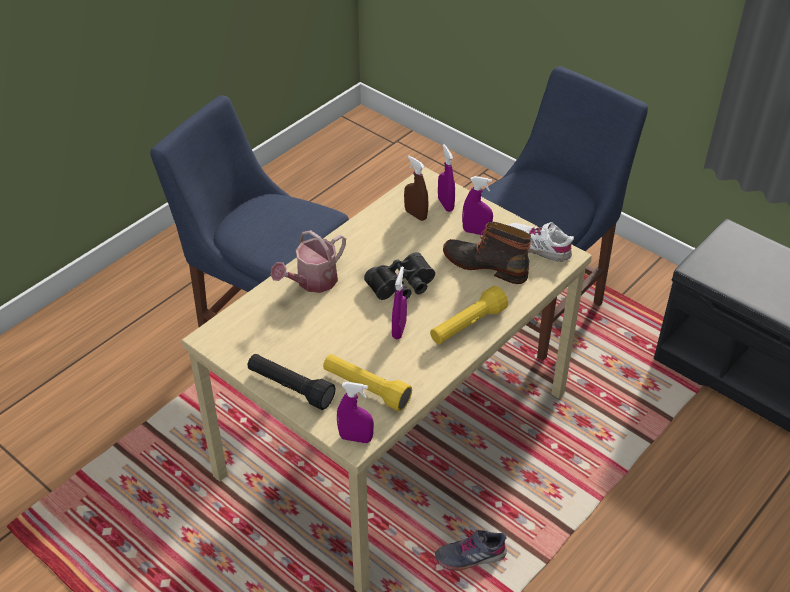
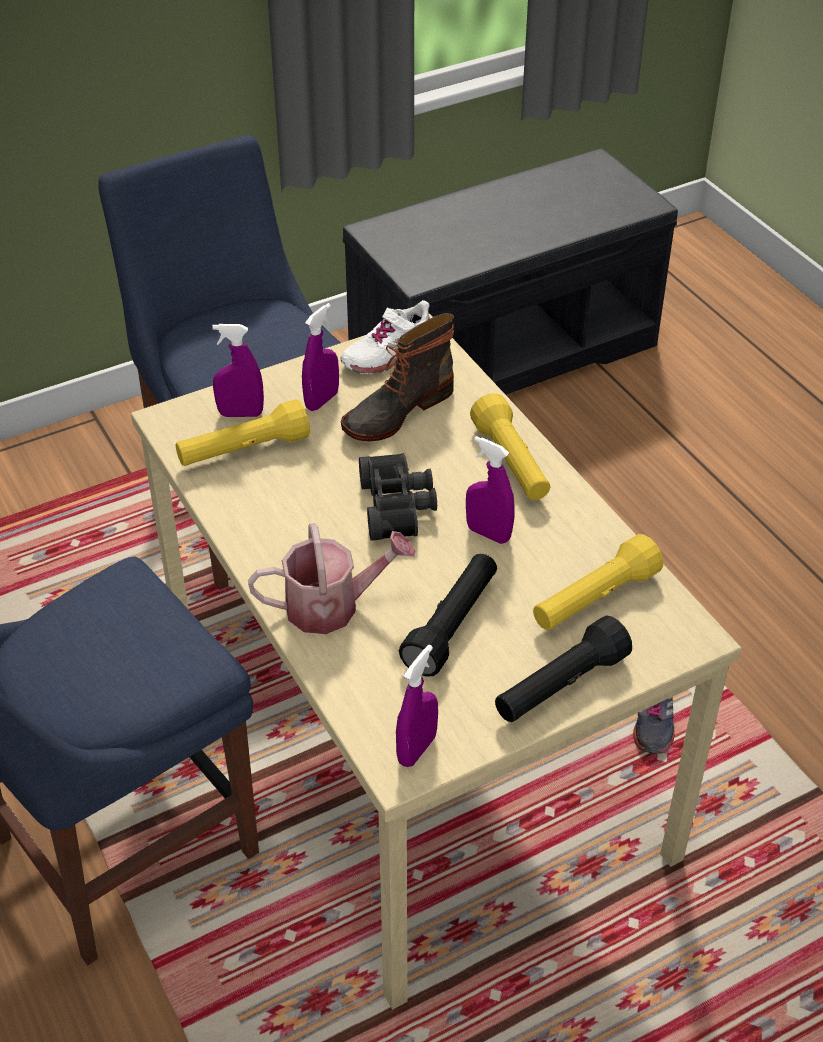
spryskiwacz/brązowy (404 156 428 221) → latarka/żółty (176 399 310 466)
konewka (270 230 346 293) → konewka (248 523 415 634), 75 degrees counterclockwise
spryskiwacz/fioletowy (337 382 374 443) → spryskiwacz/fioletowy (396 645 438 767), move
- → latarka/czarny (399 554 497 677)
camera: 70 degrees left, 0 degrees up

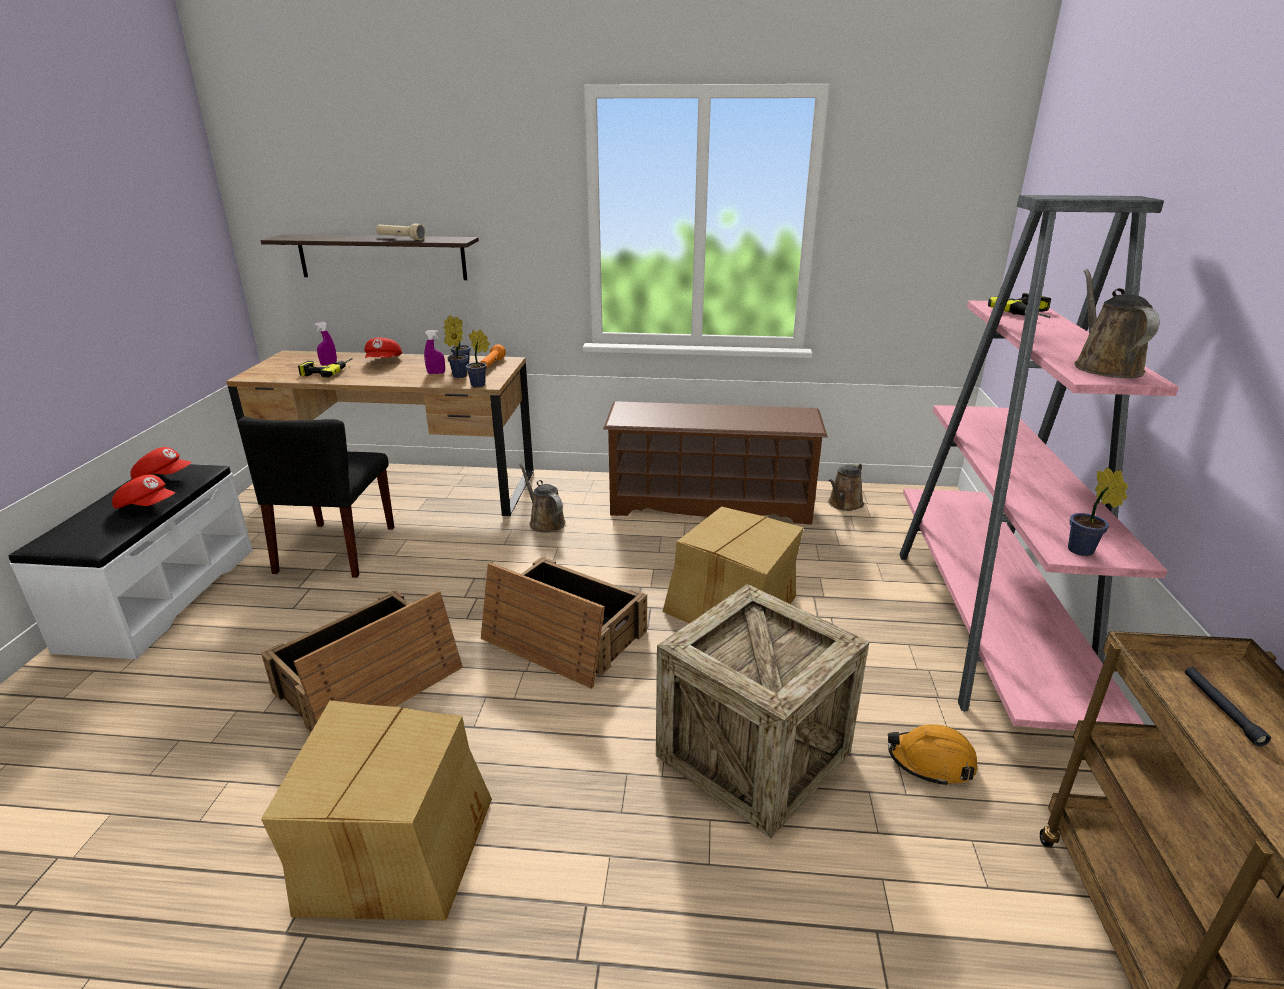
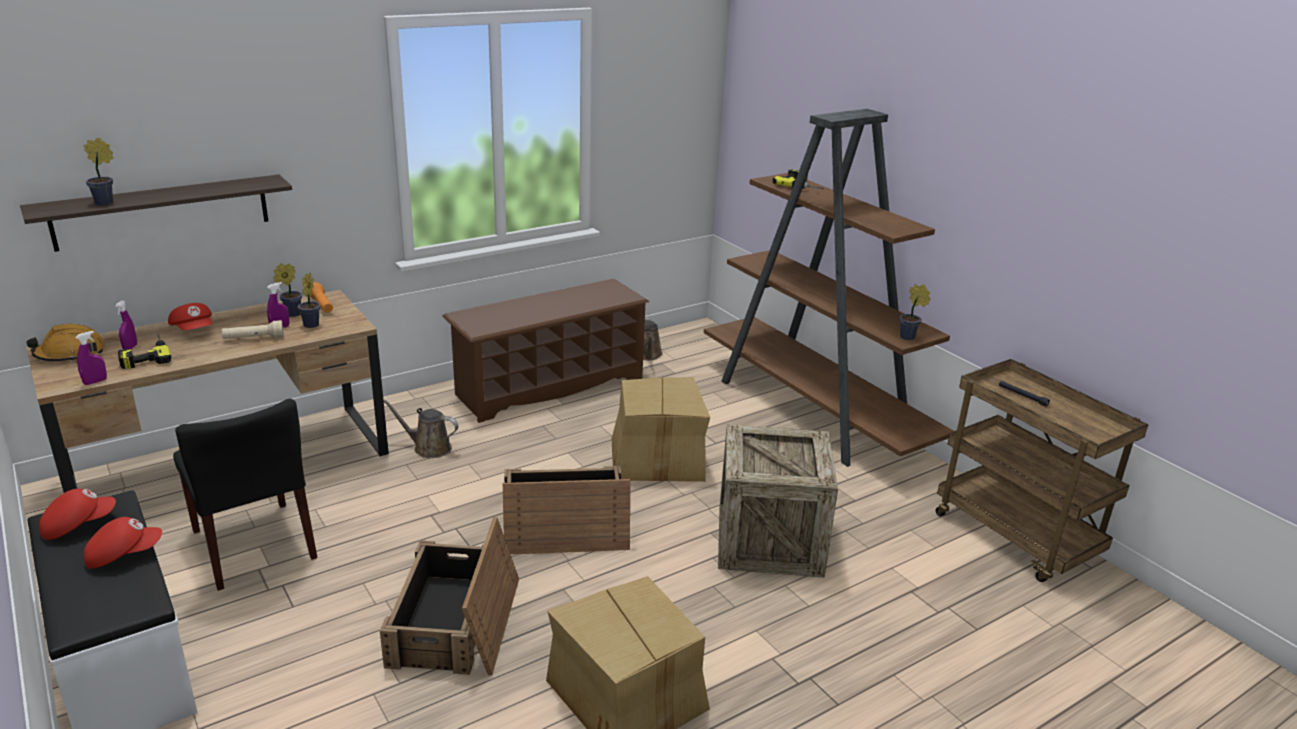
kask/pomarańczowy (888 724 977 786) → kask/pomarańczowy (26 324 105 362), move
- → spryskiwacz/fioletowy (75 331 107 385)
roślina doniczkowa (466 329 489 387) → roślina doniczkowa (83 137 114 205), move
latarka/beżowy (376 224 425 240) → latarka/beżowy (222 320 284 339), move
regał/różowy (899 195 1179 731) → regał/brązowy (704 109 954 467)
konewka/brązowy (1074 269 1160 378) → -
camera: 40 degrees left, 0 degrees up

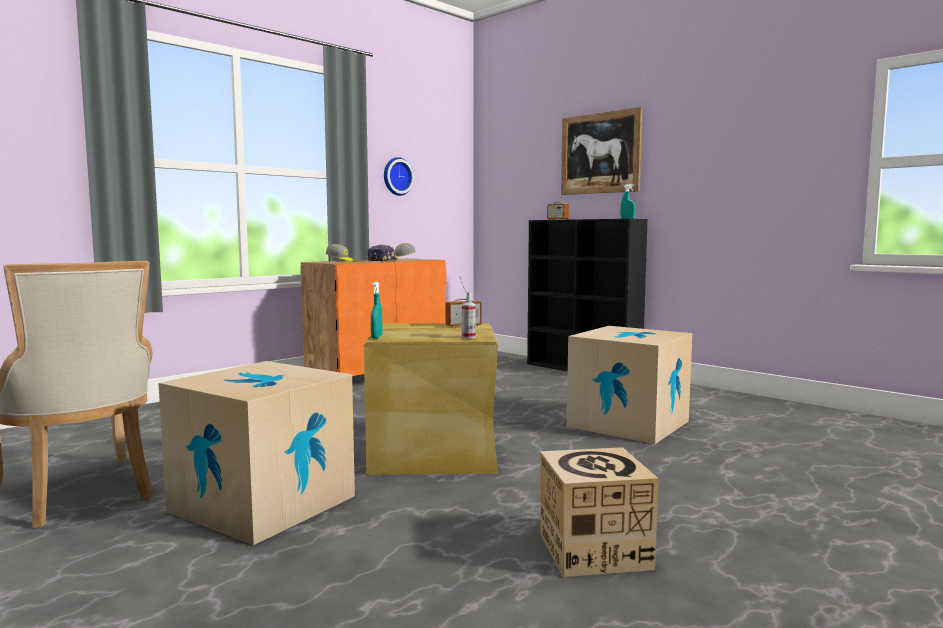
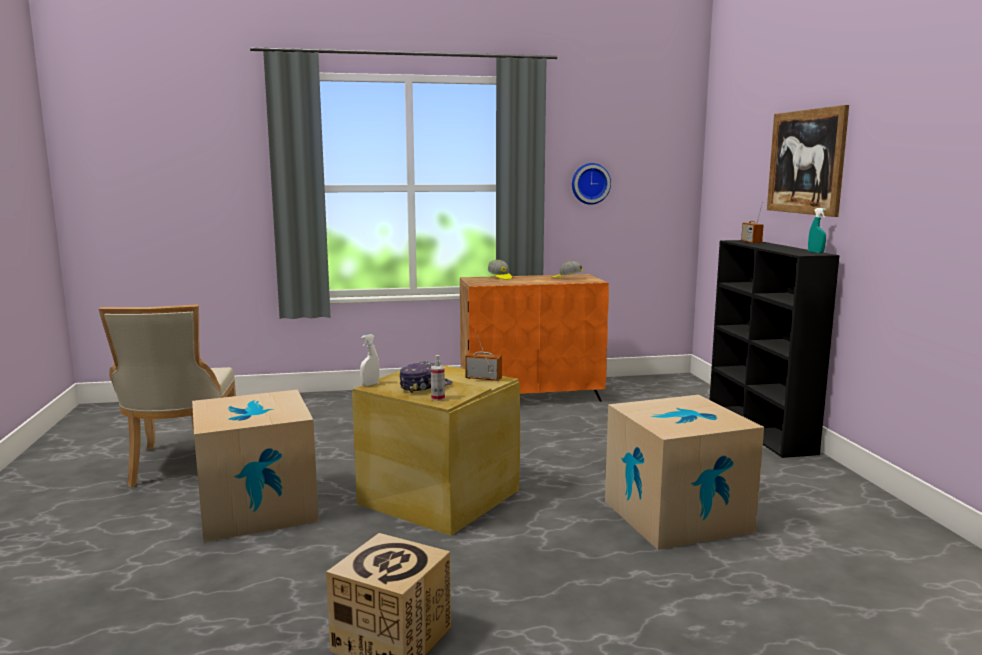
spryskiwacz/turkusowy (371 282 382 339) → spryskiwacz/biały (360 334 380 386)
czapka z daszkiem (367 244 397 262) → czapka z daszkiem (400 362 453 393), move
camera: 35 degrees right, 5 degrees up

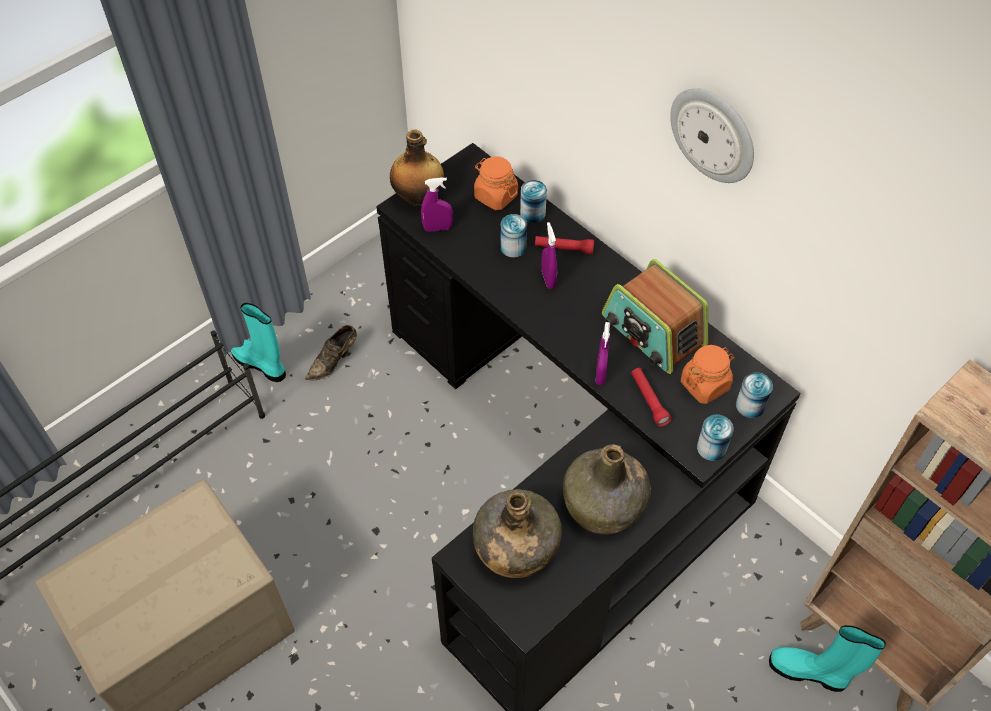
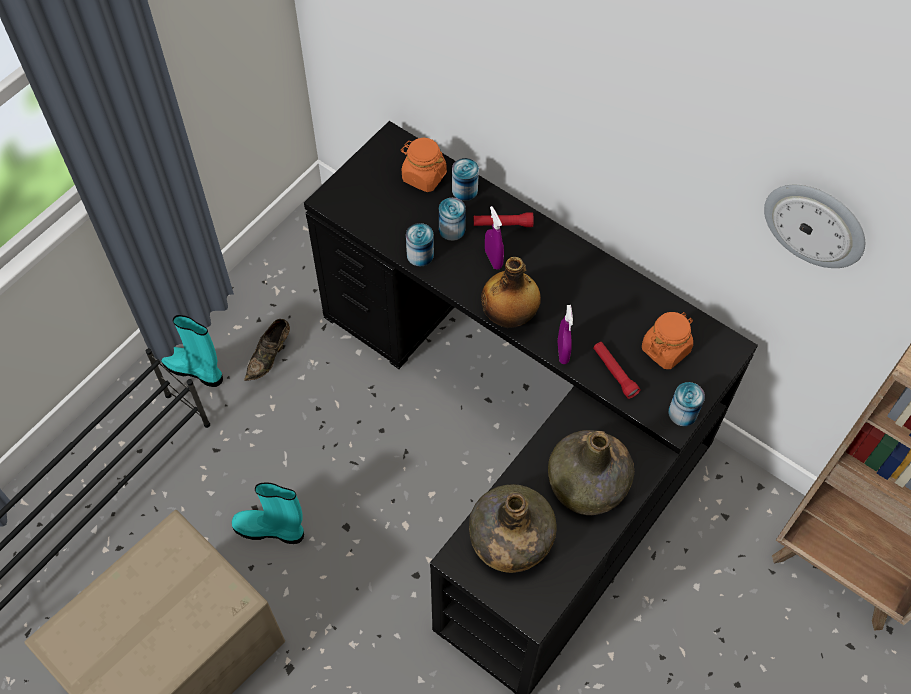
but z cholewką/turkusowy (769 625 886 692) → but z cholewką/turkusowy (232 482 304 544), move
puszka (736 372 773 418) → puszka (406 223 434 266), move
butelka (390 130 444 206) → butelka (481 257 541 328), move
zegar ścienny (670 88 754 183) → zegar ścienny (764 185 865 268), move
spryskiwacz/fioletowy (421 177 453 232) → -
radio (602 259 708 374) → -
camera: 10 degrees left, 5 degrees up

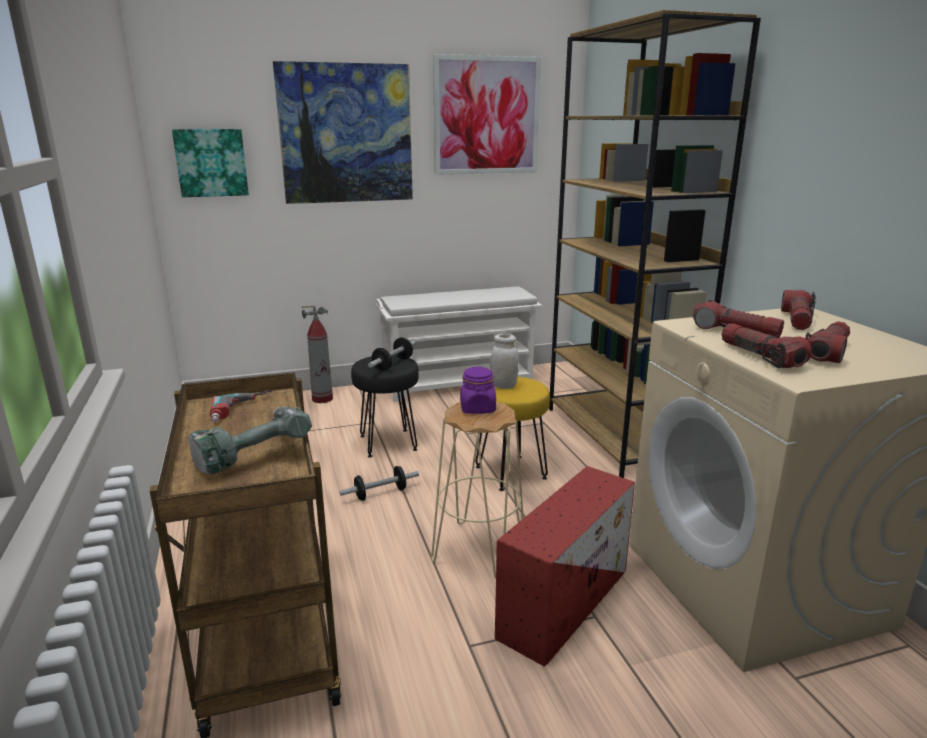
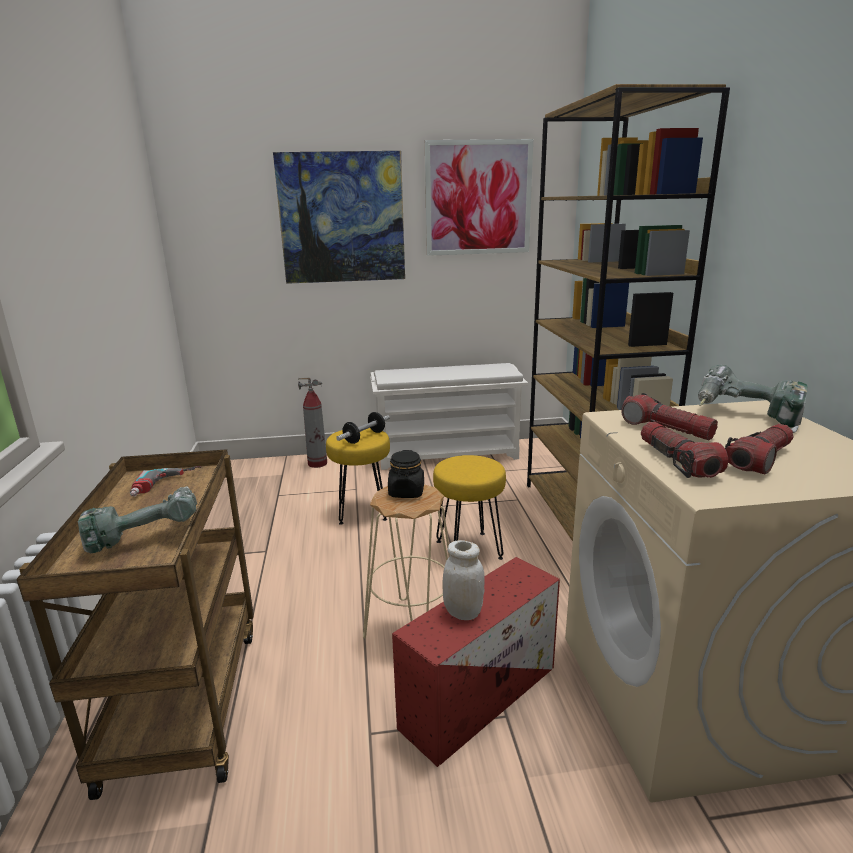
stołek/czarny (351 355 419 458) → stołek/żółty (326 428 390 525)
słoik/fioletowy (460 367 496 414) → słoik/czarny (388 450 424 498)
słoik/biały (490 334 519 389) → słoik/biały (442 540 485 620), move
latarka (781 290 816 330) → wiertarka (698 364 808 433)
obraz (172 129 249 197) → -
hantel (339 466 419 501) → -
camera: 10 degrees right, 0 degrees up

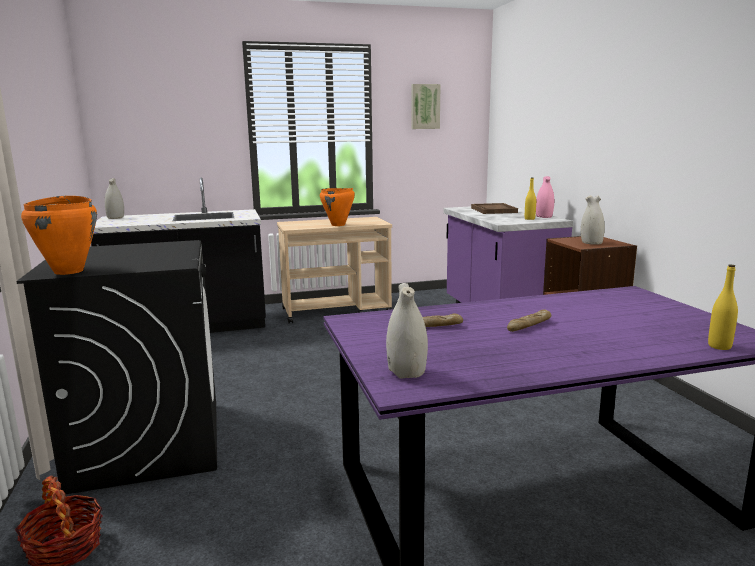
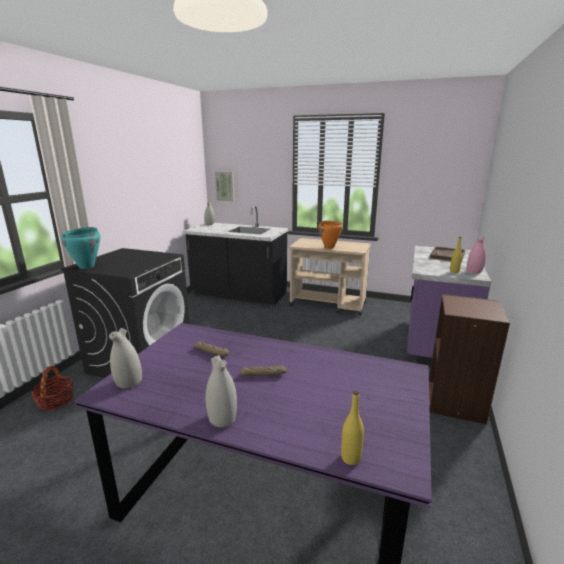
garnek/pomarańczowy (21 195 97 275) → garnek/turkusowy (61 227 101 269)
wazon/biały (581 195 605 245) → wazon/biały (205 355 237 428), move
obraz (411 84 440 129) → obraz (215 172 235 201), move
camera: 35 degrees right, 5 degrees up

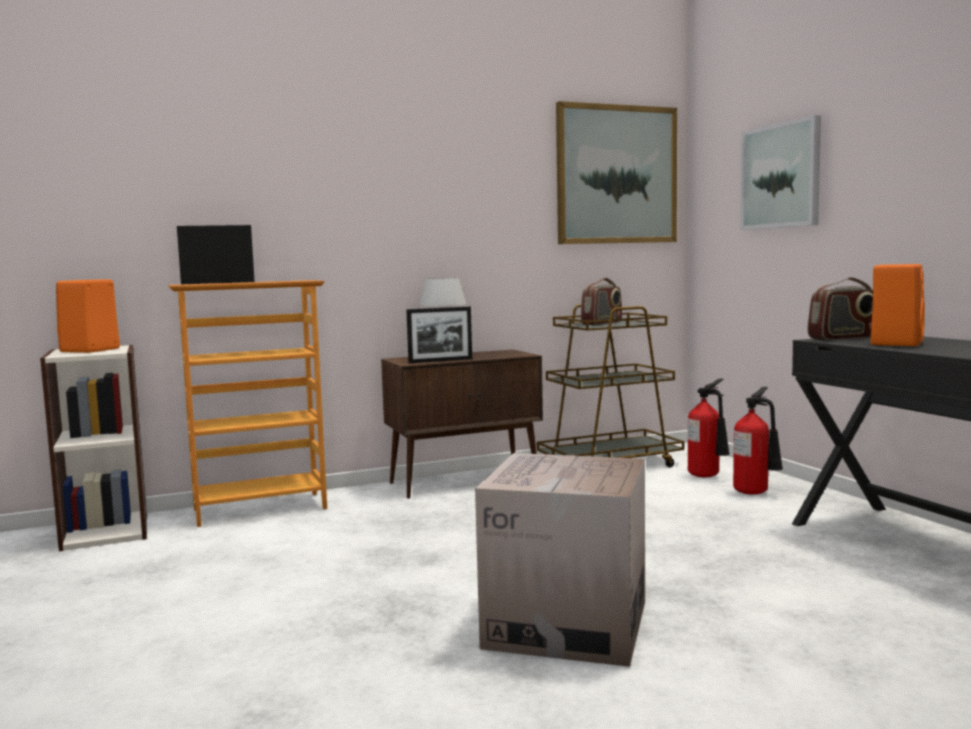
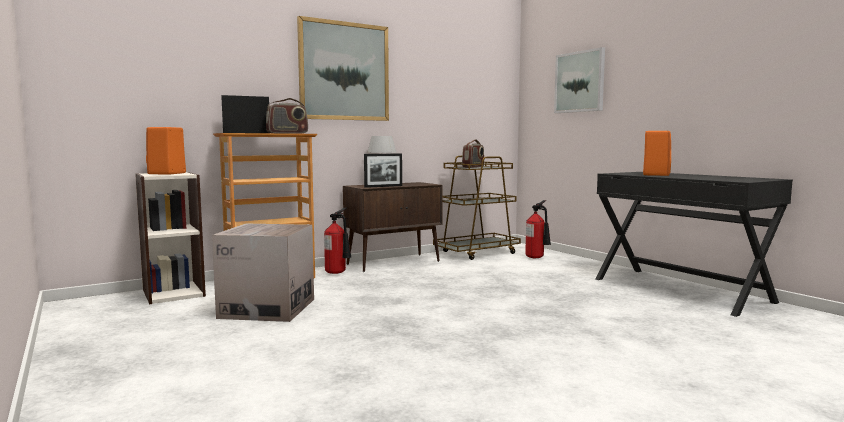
karton (475 453 645 667) → karton (212 224 314 322), move
radio (808 277 873 341) → radio (266 98 308 134), move
obraz (556 101 677 244) → obraz (297 16 389 121), move
gaśnica (733 387 783 495) → gaśnica (324 207 351 274), move
camera: 10 degrees left, 0 degrees up

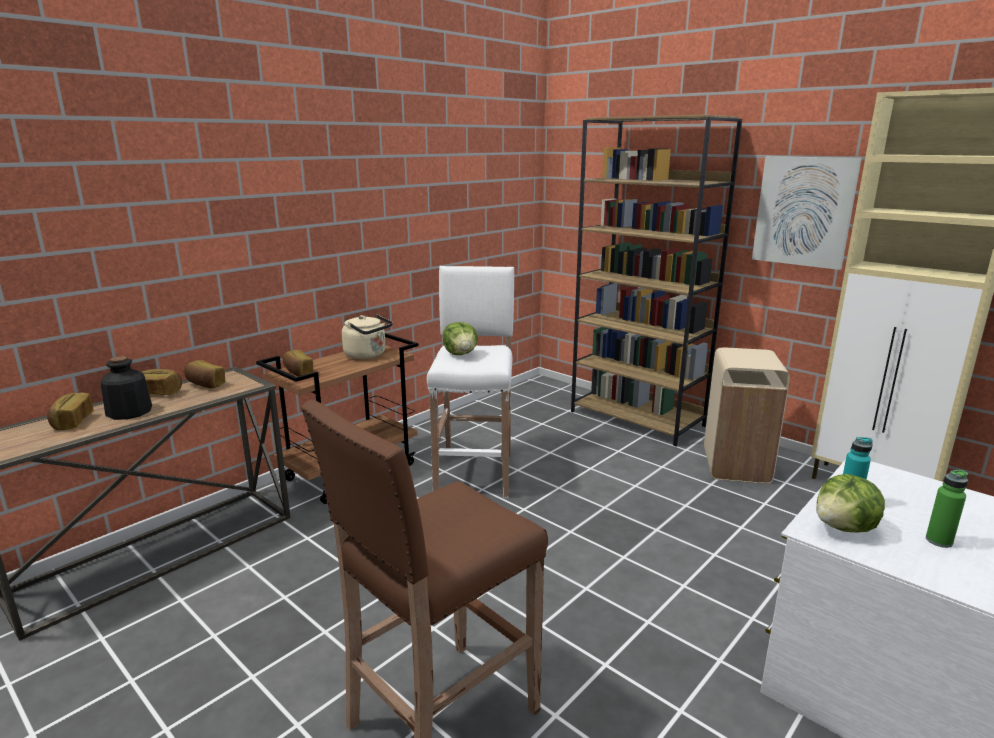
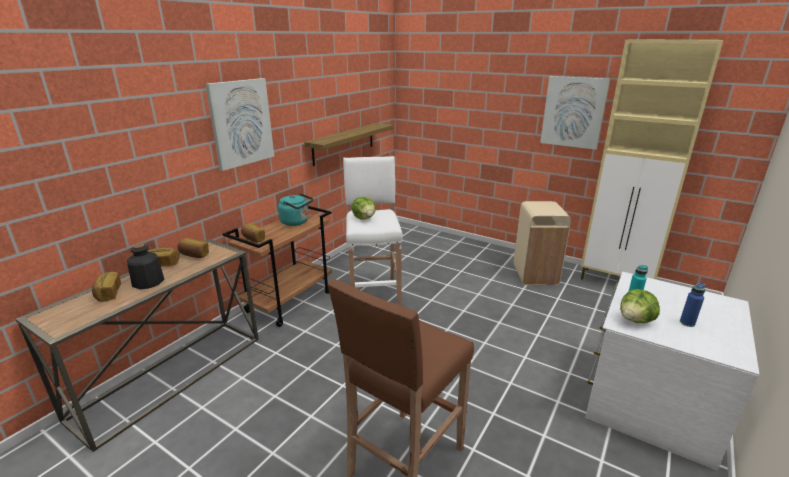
- → obraz (205 78 274 171)
czajnik/beżowy (342 314 393 359) → czajnik/turkusowy (278 193 313 226)
- → półka (304 123 393 166)
butelka/zielony (926 470 968 548) → butelka/niebieski (680 283 706 327)
regał/brązowy (571 115 742 446) → -
camera: 10 degrees left, 5 degrees up

